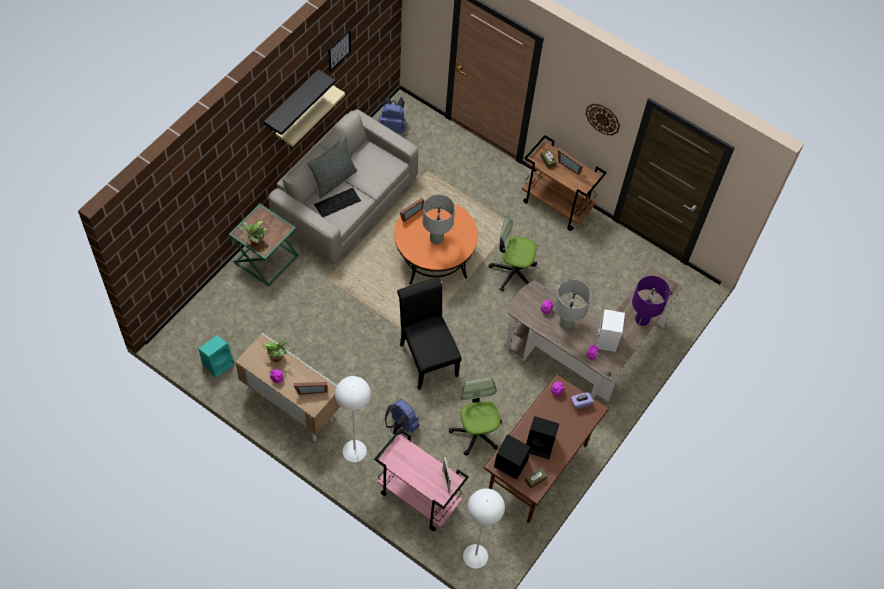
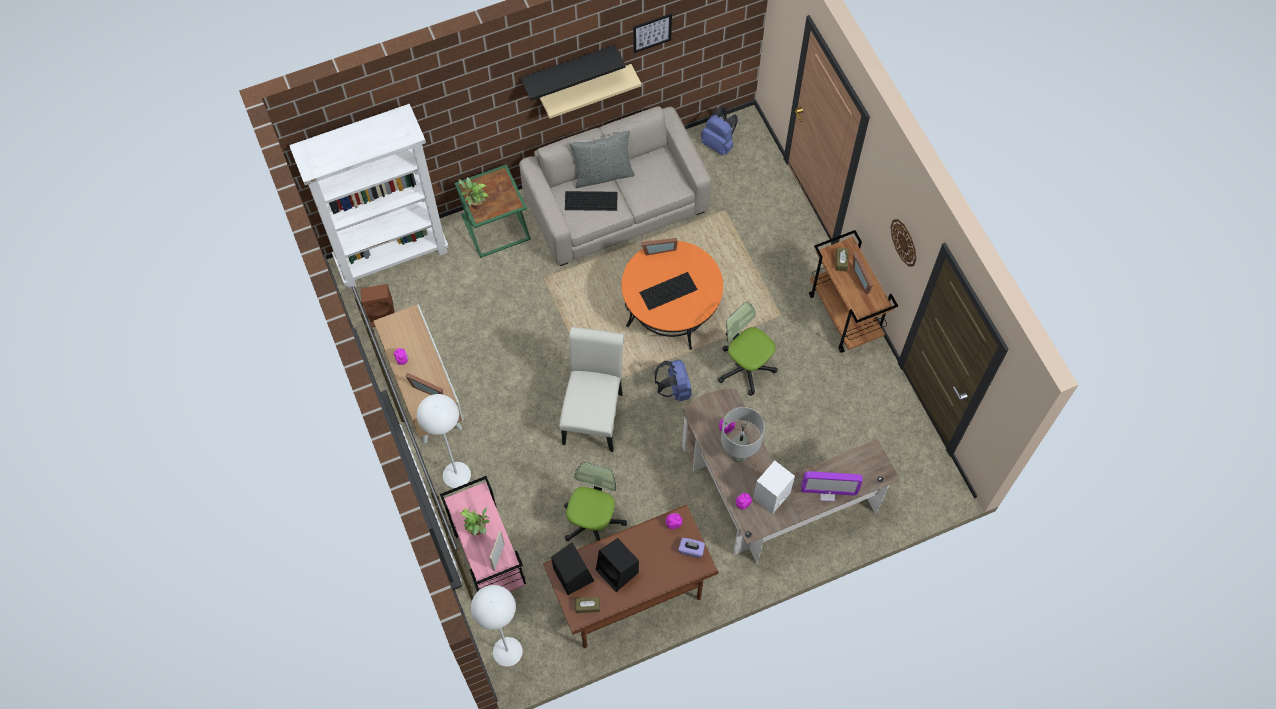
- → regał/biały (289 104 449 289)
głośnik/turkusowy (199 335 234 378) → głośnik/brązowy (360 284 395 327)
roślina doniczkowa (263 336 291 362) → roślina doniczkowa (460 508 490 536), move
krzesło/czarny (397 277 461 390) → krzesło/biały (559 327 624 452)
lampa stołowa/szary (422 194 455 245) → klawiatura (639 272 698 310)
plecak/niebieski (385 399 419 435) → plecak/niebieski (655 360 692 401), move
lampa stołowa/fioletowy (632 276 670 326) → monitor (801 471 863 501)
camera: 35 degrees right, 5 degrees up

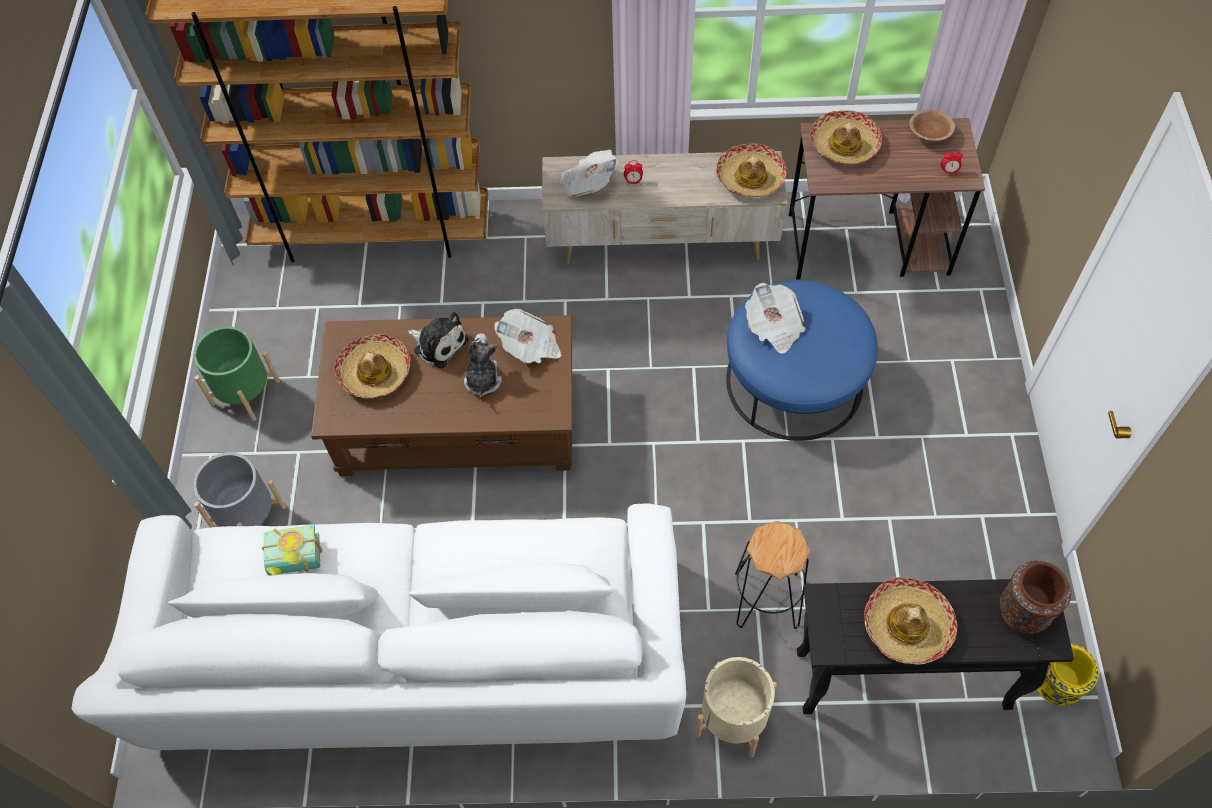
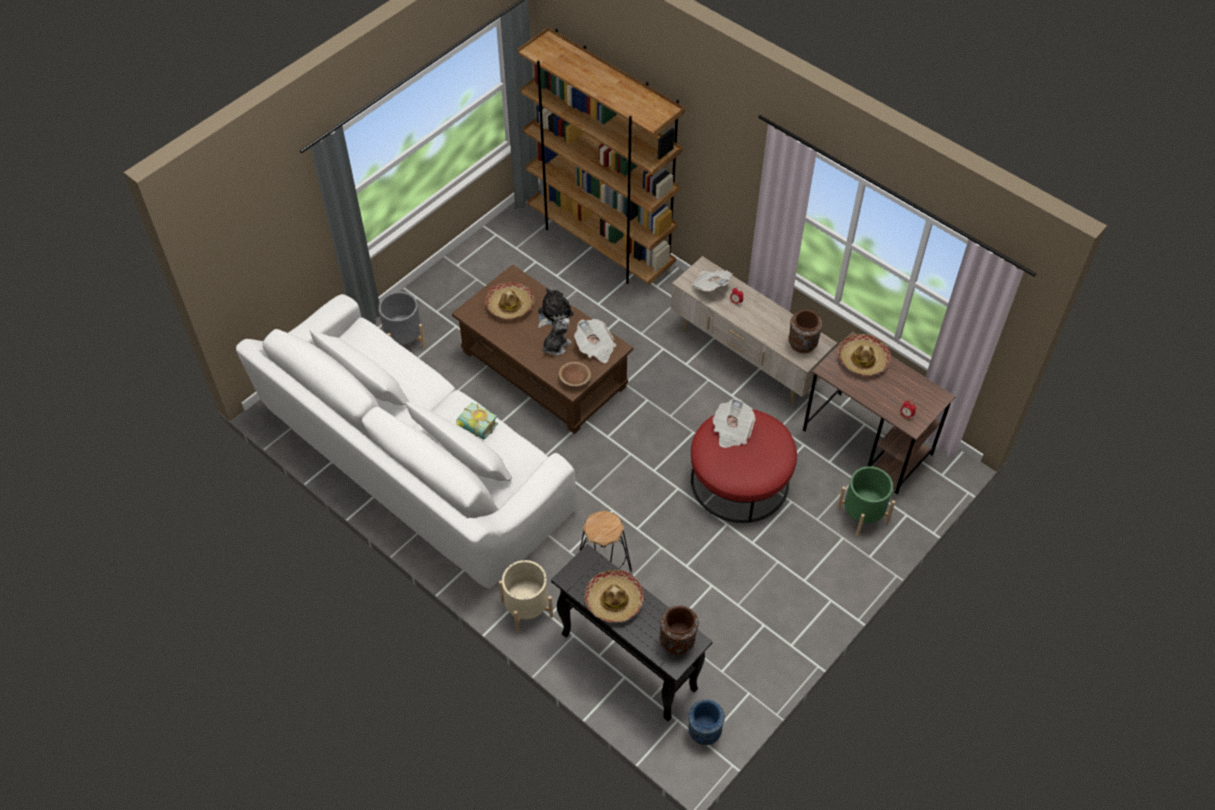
książka (262 525 322 576) → książka (456 402 498 439), move
pluszak (408 312 468 368) → pluszak (537 288 574 328), 120 degrees counterclockwise
miska/brązowy (909 110 955 141) → miska/brązowy (559 362 591 386), move
wazon/żółty (1037 643 1099 706) → wazon/niebieski (688 700 725 745)
pufa/niebieski (726 280 878 441) → pufa/czerwony (691 409 797 523)
kapelusz (716 143 786 197) → wazon/brązowy (788 310 822 353)
donica/zielony (193 326 280 421) → donica/zielony (837 466 895 536), move
camera: 40 degrees right, 5 degrees down

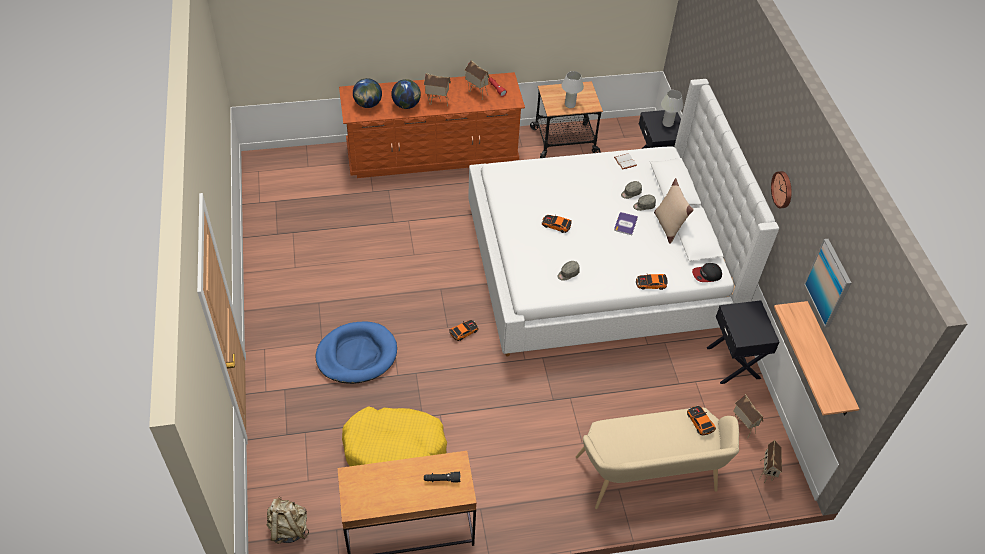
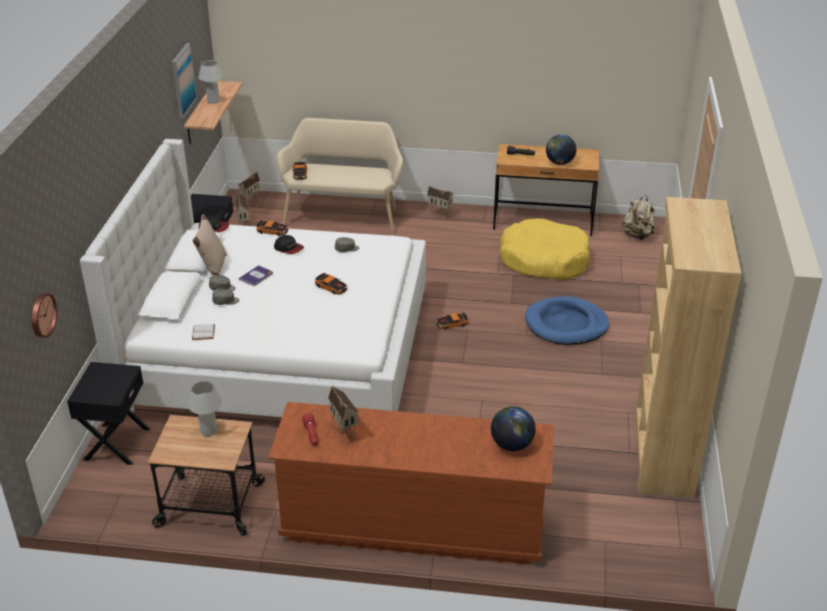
zegar ścienny (771 171 792 208) → zegar ścienny (32 293 57 338), move
lampa stołowa/biały (661 90 683 127) → lampa stołowa/biały (198 60 223 104), move
- → czapka z daszkiem (274 235 304 254)
domek (424 73 451 107) → domek (427 186 454 220), move
globus (391 79 421 109) → globus (546 134 577 165), move
- → regał/brązowy (636 197 741 498)
camera: 160 degrees left, 15 degrees down

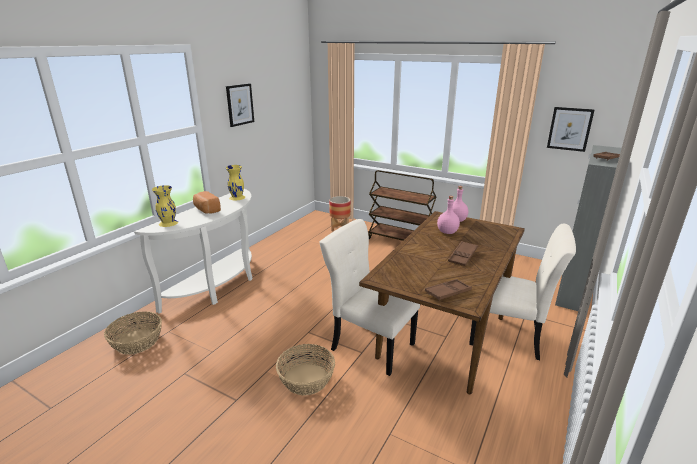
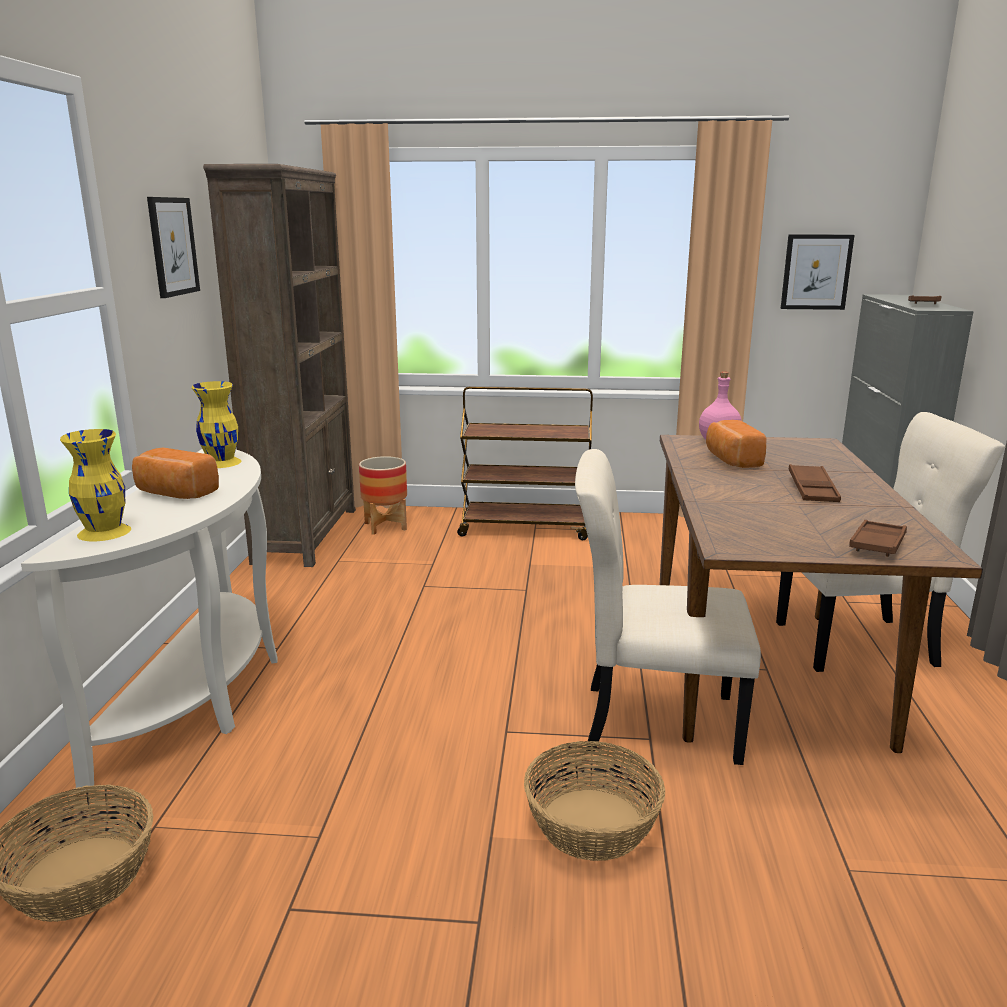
- → regał/brązowy (203 164 356 567)
butelka/różowy (437 196 460 234) → chleb (706 420 767 468)
camera: 25 degrees left, 5 degrees down

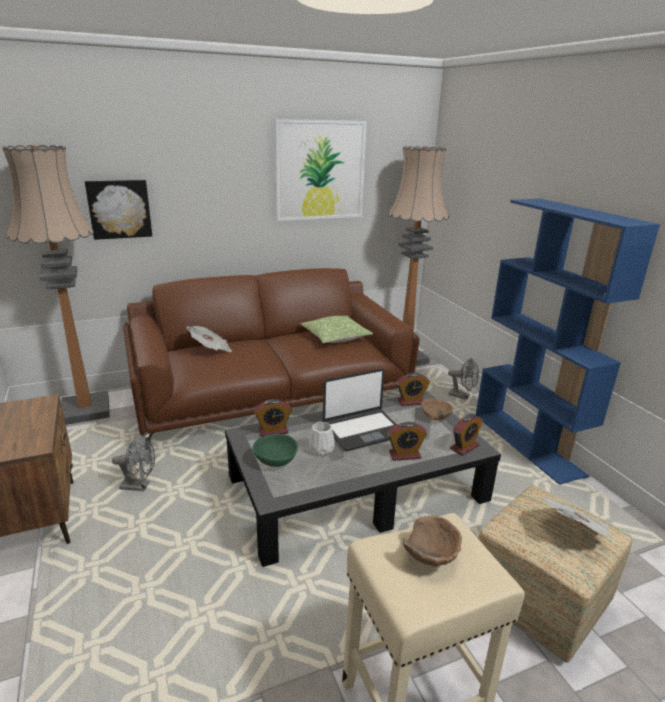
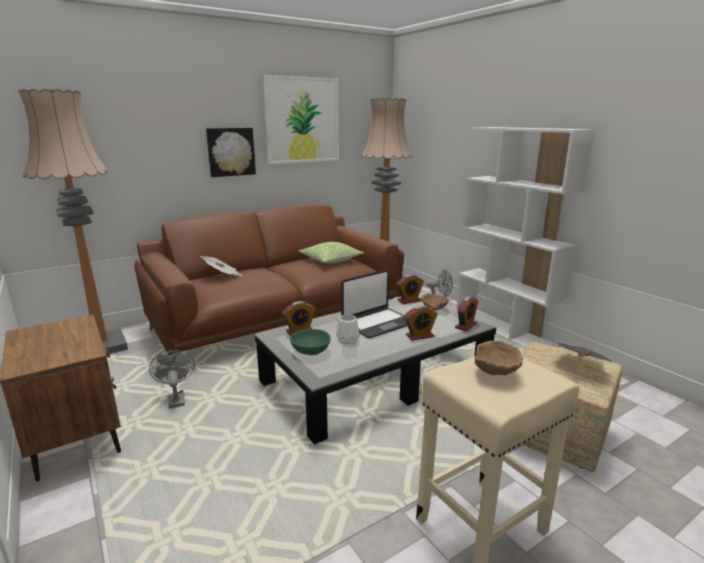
wentylator/szary (112 436 155 491) → wentylator/szary (149 350 195 408), 105 degrees counterclockwise
obraz (85 180 152 240) → obraz (206 128 256 177), move
regał/niebieski (476 199 660 485) → regał/biały (456 127 595 348)
camera: 10 degrees left, 5 degrees down

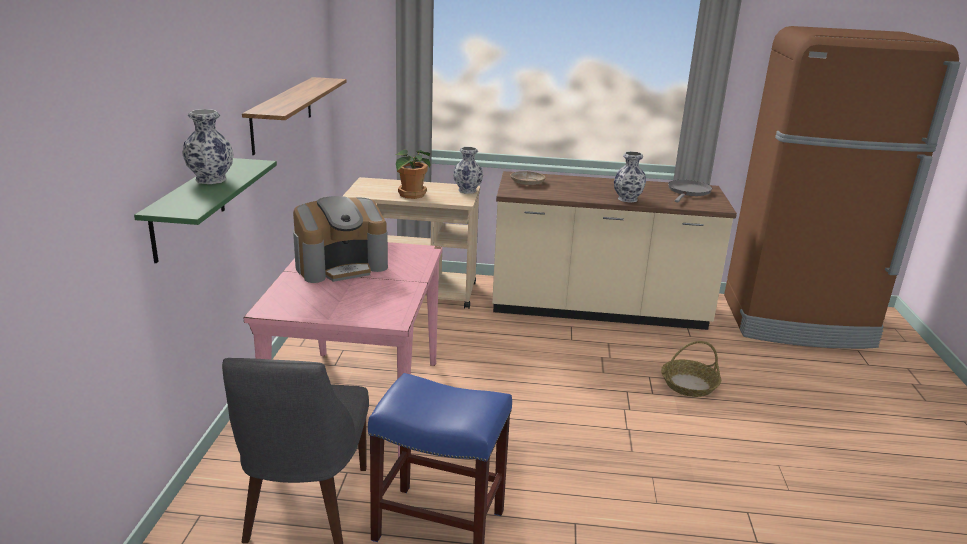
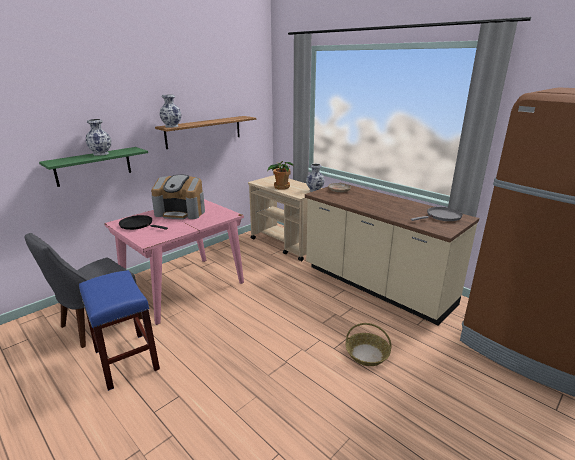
- → patelnia/czarny (119 215 168 230)
wazon (614 151 646 203) → wazon (159 95 181 128), move
camera: 40 degrees right, 0 degrees up

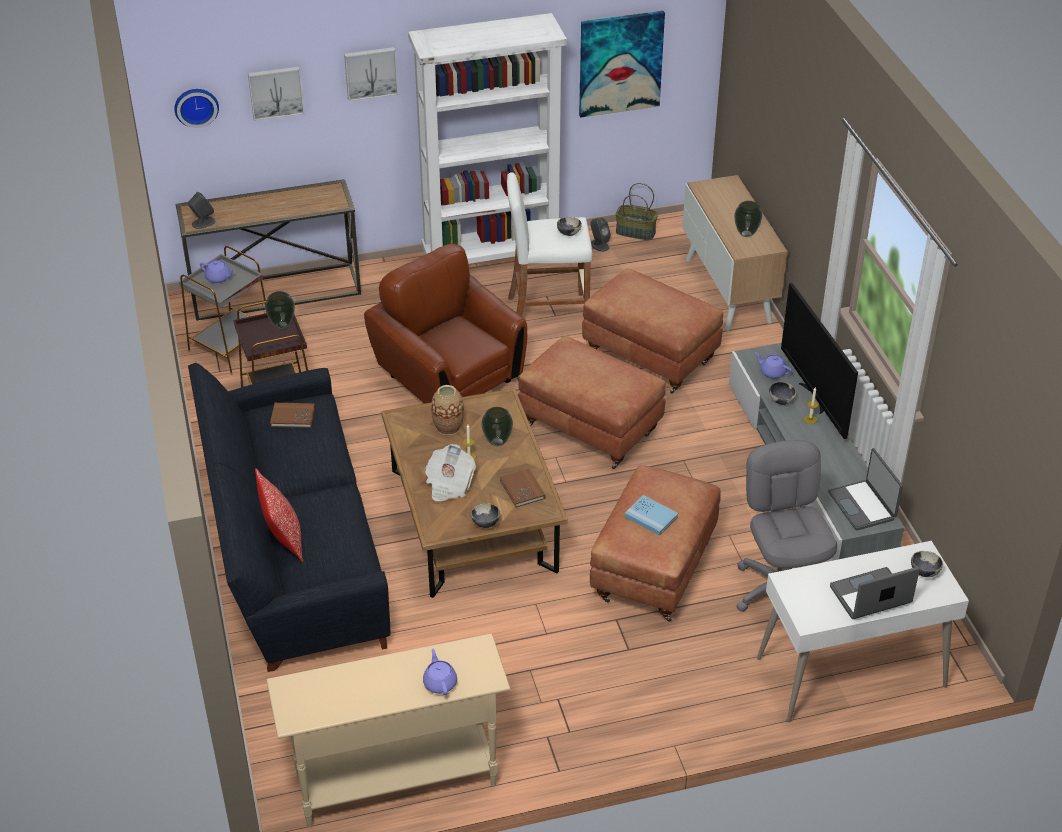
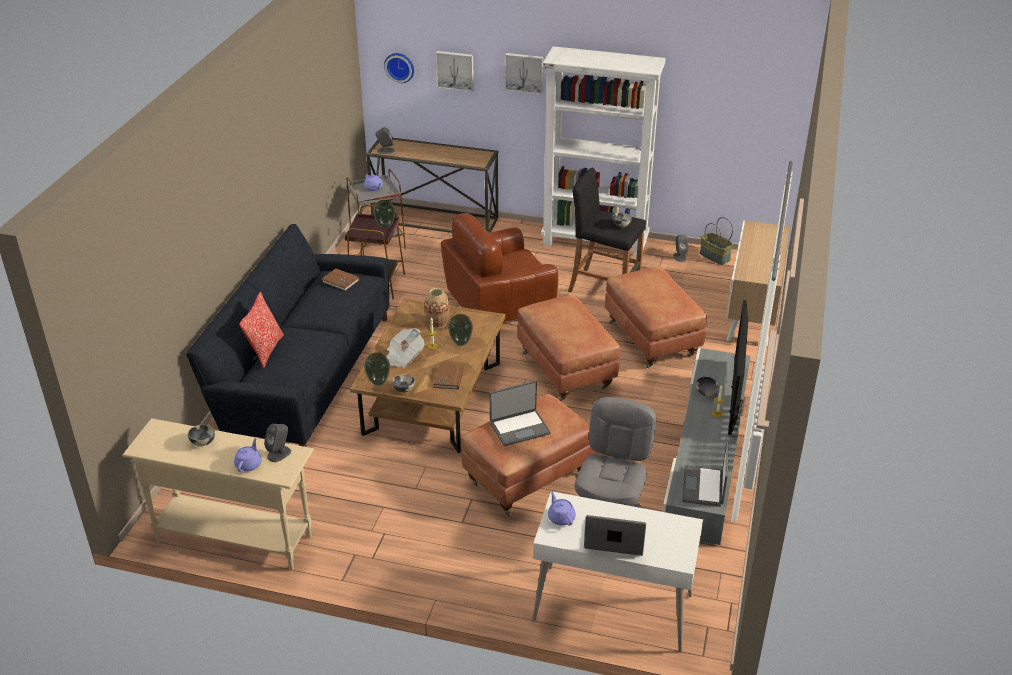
miska (911 551 943 577) → miska (188 425 215 446), move
- → głośnik/szary (264 424 291 462)
wazon (734 201 762 237) → wazon (364 353 390 386), move
fotel/brązowy (364 243 527 404) → fotel/brązowy (441 213 558 322), 105 degrees counterclockwise
książka/niebieski (624 495 678 536) → laptop (490 381 551 446)
imbryk/fioletowy (755 352 792 379) → imbryk/fioletowy (548 491 576 526), move
stołek/biały (507 172 593 319) → stołek/czarny (568 168 646 292)
obraz (579 11 665 118) → -
camera: 30 degrees right, 5 degrees down

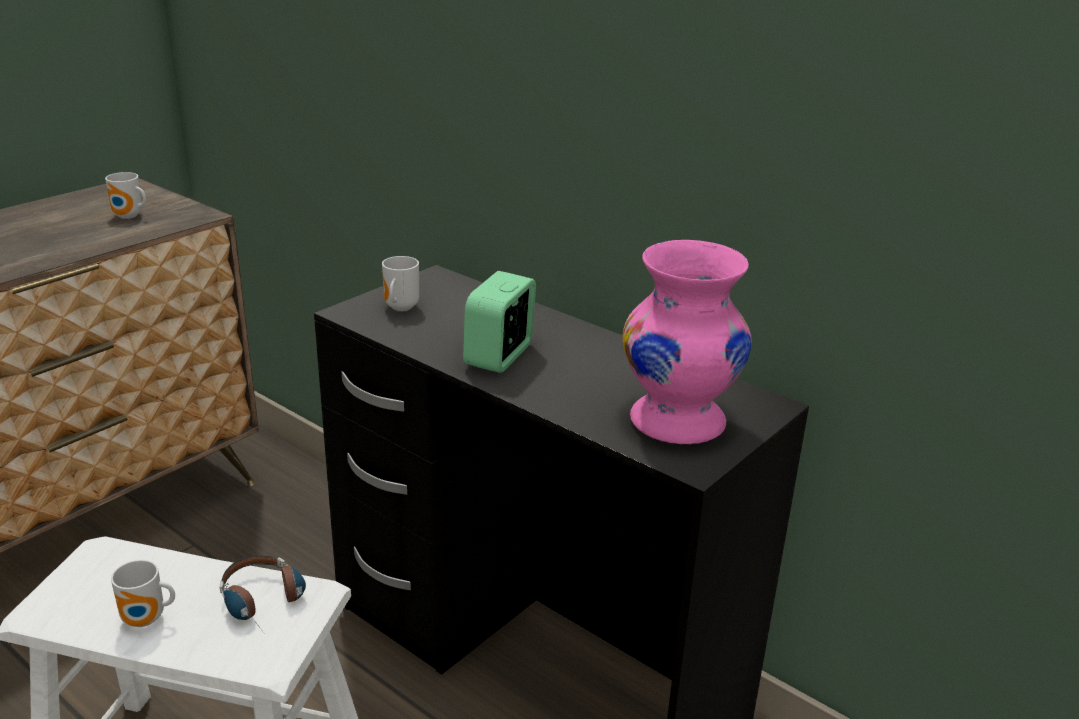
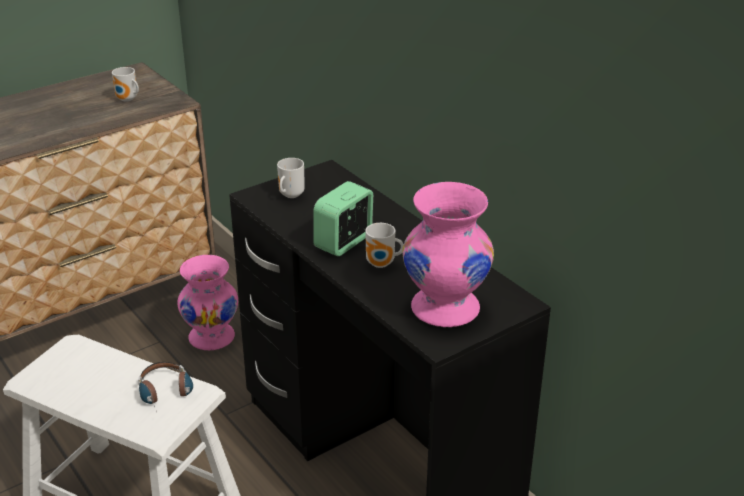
- → wazon/różowy (177 255 238 351)
kubek (111 560 175 627) → kubek (365 223 404 268), move
camera: 15 degrees right, 5 degrees up

